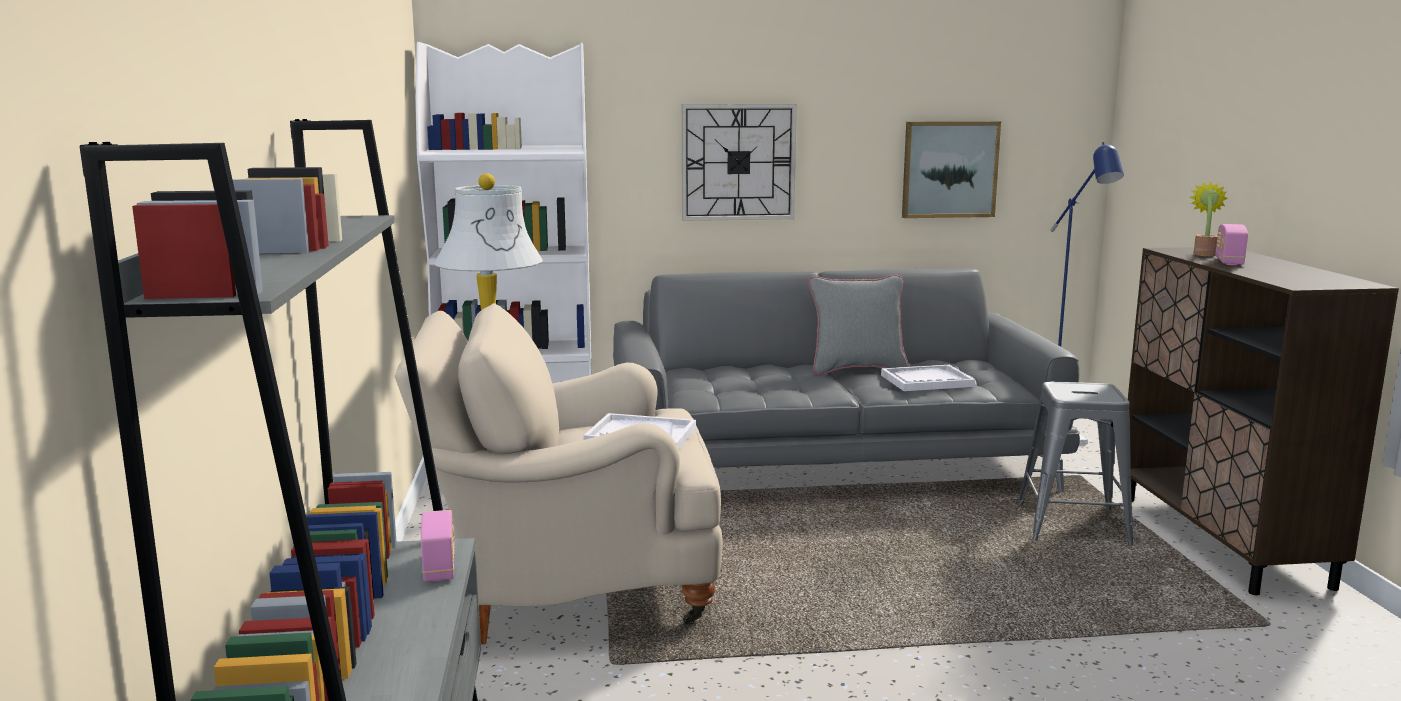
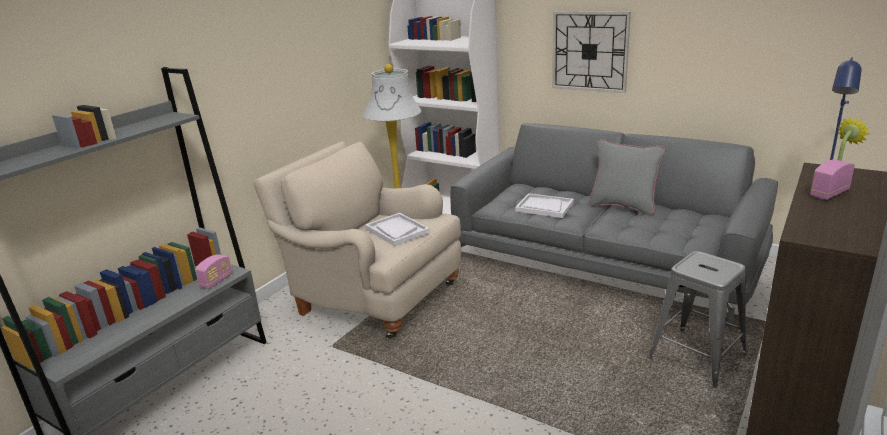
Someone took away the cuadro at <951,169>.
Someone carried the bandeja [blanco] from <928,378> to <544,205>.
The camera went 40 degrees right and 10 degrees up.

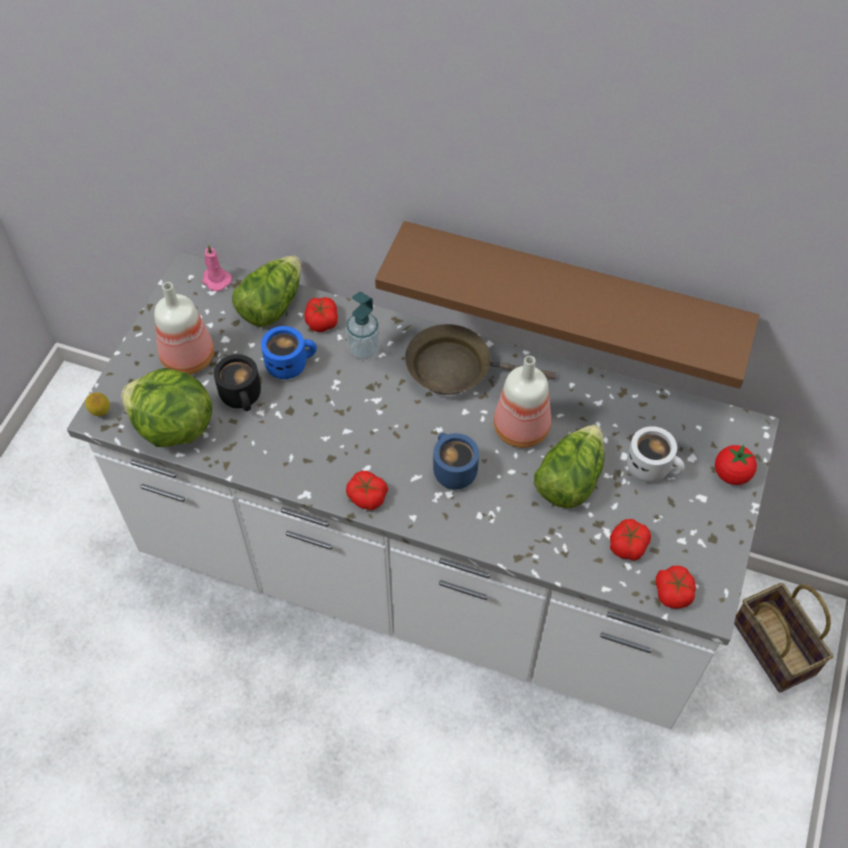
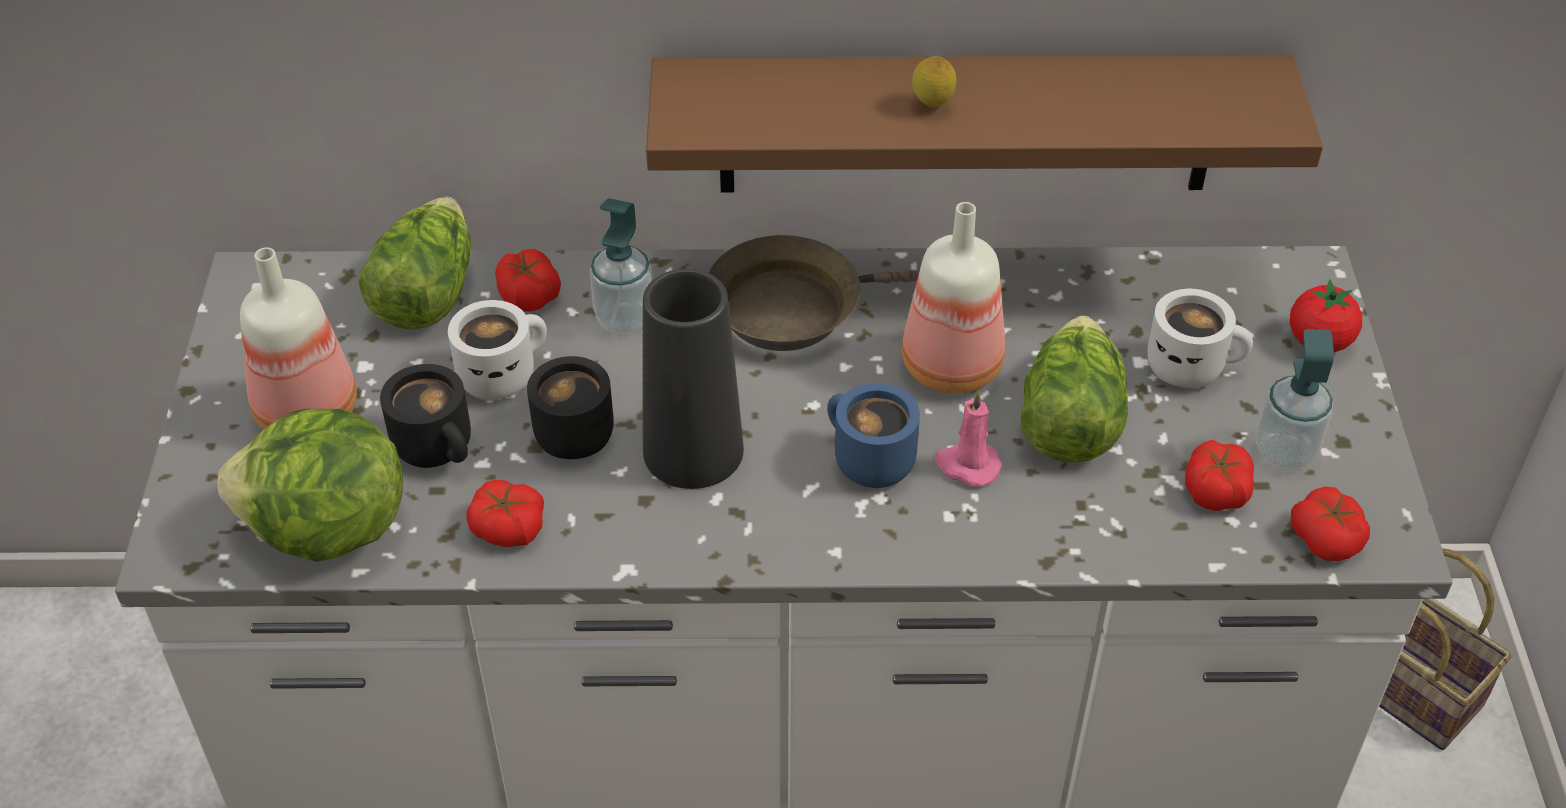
Someone put down the taza grande [negro] at <570,407>.
Someone put down the florero [negro] at <693,379>.
Someone put down the dispensador de jabón at <1295,399>.
Someone carried the limón from <97,404> to <934,82>.
Someone carried the vela [rosa] from <217,267> to <968,438>.
Someone carried the tomate from <367,490> to <505,513>.
Someone repainted the taza grande [azul] at <289,352>, which became the taza grande [blanco] at <497,350>.
The camera went 20 degrees left and 10 degrees down.

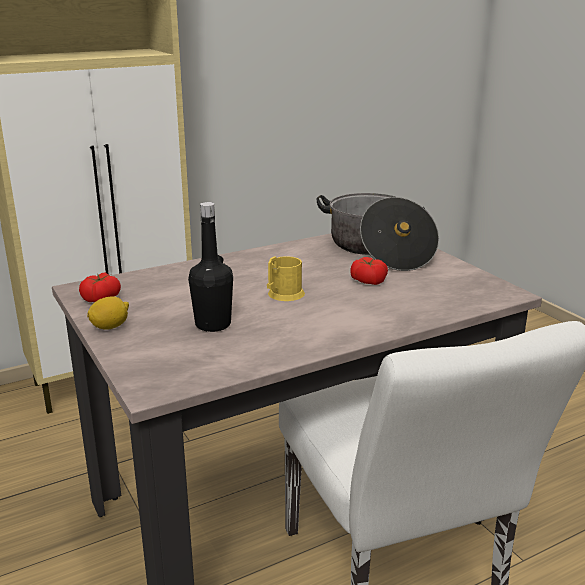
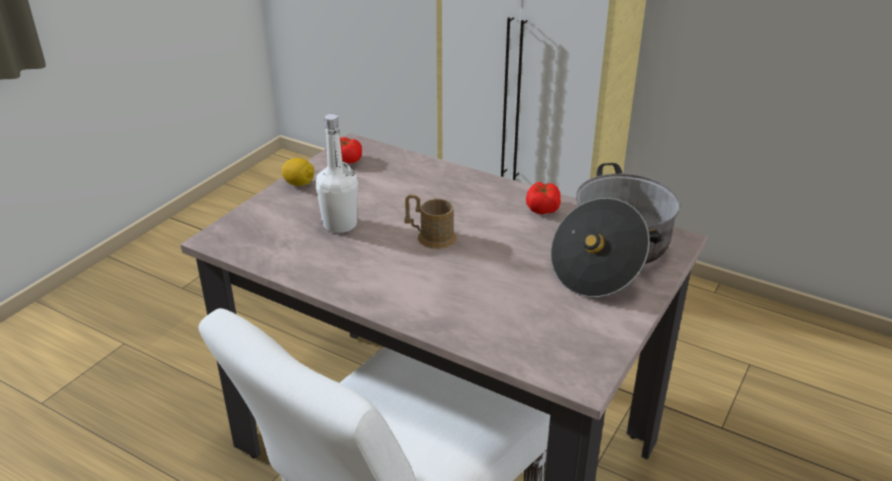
Someone carried the tomate from <369,271> to <543,198>.
Someone repainted the botella [negro] at <210,267>, which became the botella [blanco] at <336,173>.
Someone repainted the taza grande [amarillo] at <286,278>, which became the taza grande [marrón] at <430,222>.
The camera went 60 degrees right and 10 degrees up.

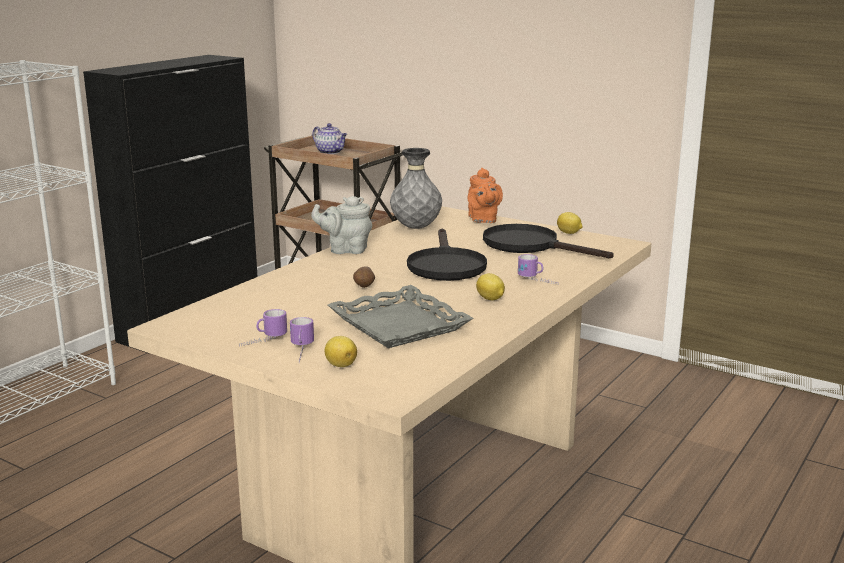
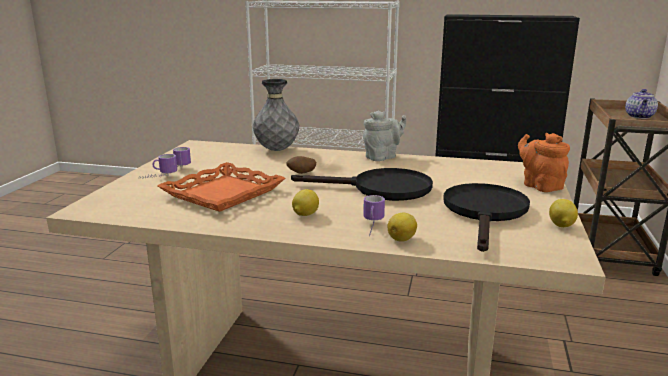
Someone carried the limón from <341,351> to <402,227>.
Someone carried the florero [gris] from <416,188> to <276,115>.
Someone repainted the bandeja [gris] at <401,316>, which became the bandeja [naranja] at <222,187>.
Someone rotated the tetera [gris] at <341,225> by 75 degrees clockwise.
Someone rotated the sartén [negro] at <447,254> by 150 degrees counterclockwise.
Someone rotated the tetera [naranja] at <485,195> by 90 degrees clockwise.
The camera went 70 degrees right and 0 degrees up.

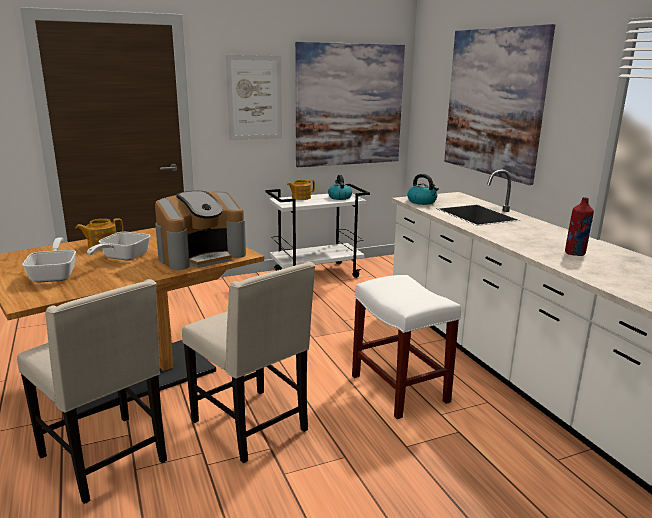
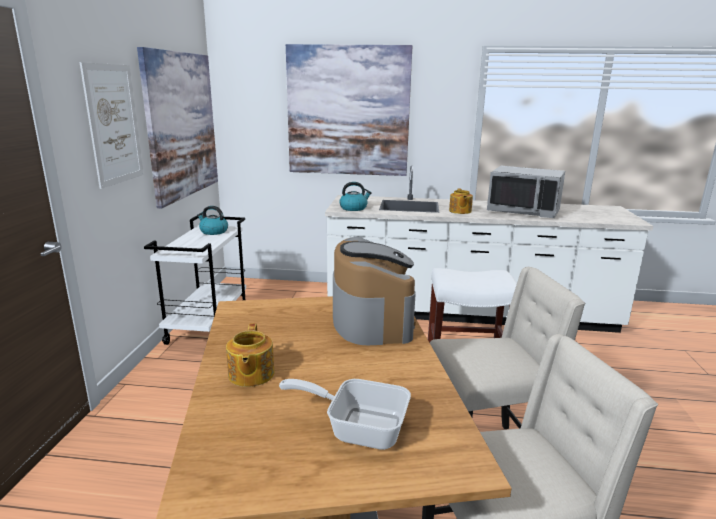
Someone took away the sartén at <118,246>.
Someone carried the tetera from <301,190> to <461,201>.
Someone swapped the botella [rojo] at <579,226> for the microondas [gris] at <526,192>.
The camera went 60 degrees left and 0 degrees up.

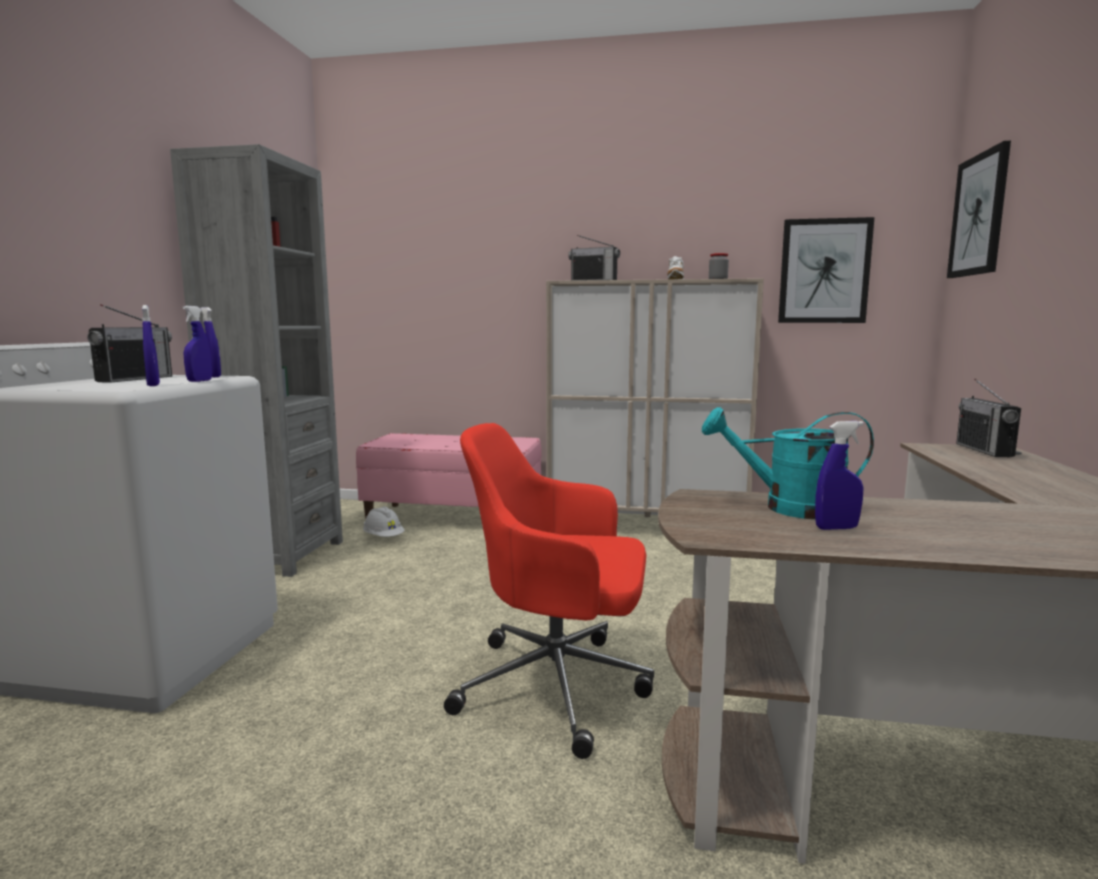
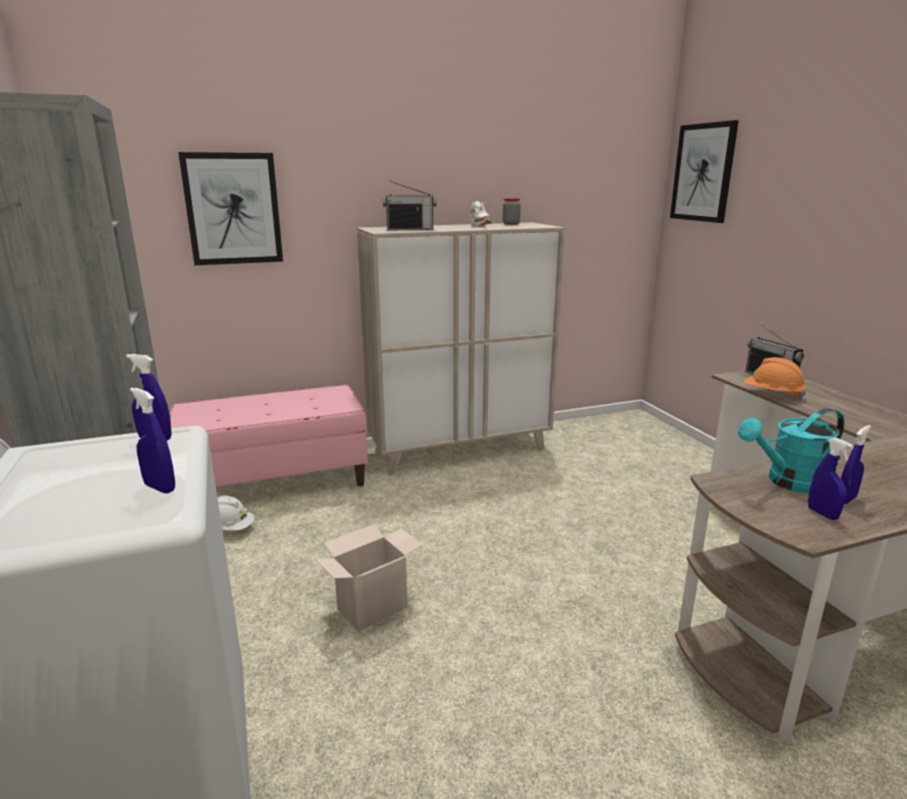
Someone took away the radio at <129,343>.
Someone took away the silla de oficina [rojo] at <549,591>.
Someone put down the caja de cartón at <368,578>.
Someone put down the casco [naranja] at <775,378>.
Someone carried the pulverizador [azul] from <197,344> to <831,478>.
Someone carried the cuadro from <826,270> to <230,208>.
The camera went 30 degrees left and 10 degrees up.

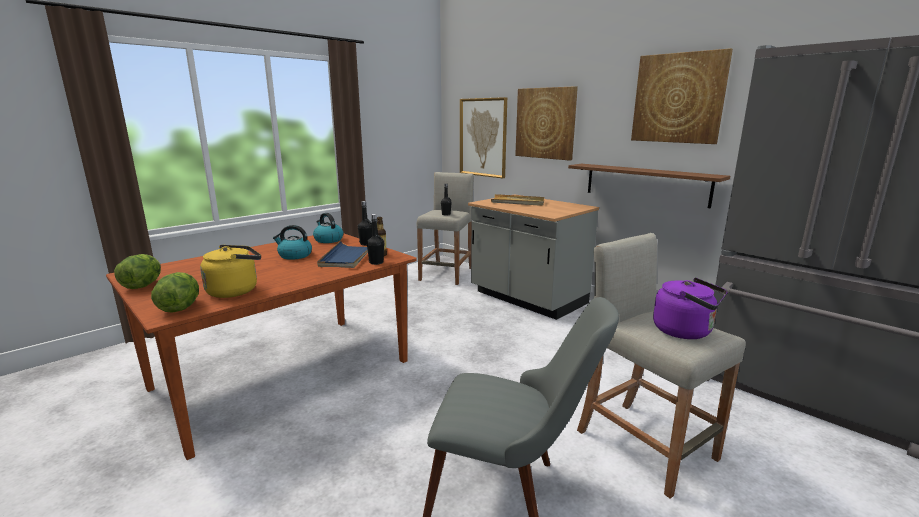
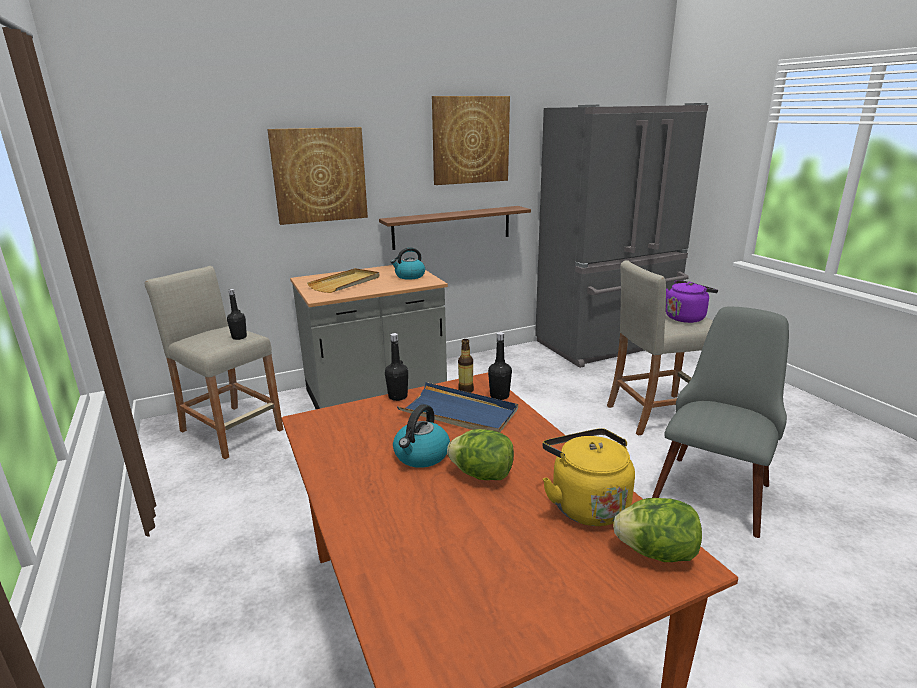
Someone took away the cuadro at <483,137>.
Someone carried the lechuga from <137,271> to <480,454>.
Someone carried the hervidor from <328,228> to <408,263>.
The camera went 70 degrees left and 5 degrees up.

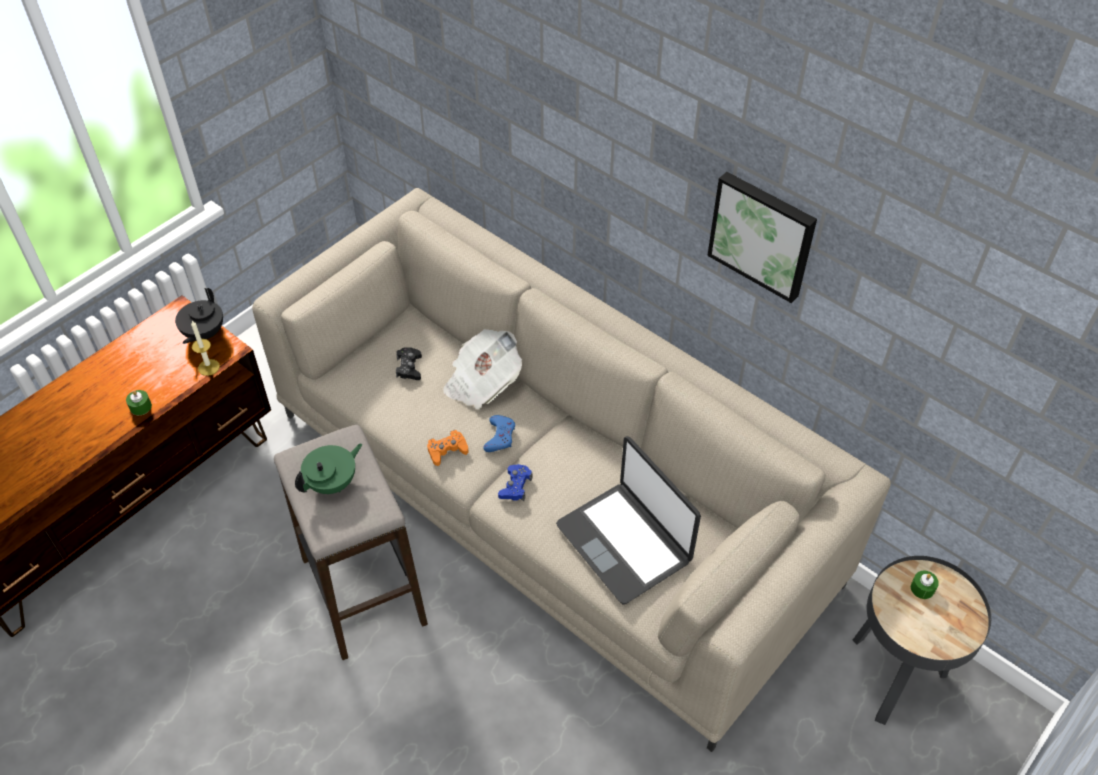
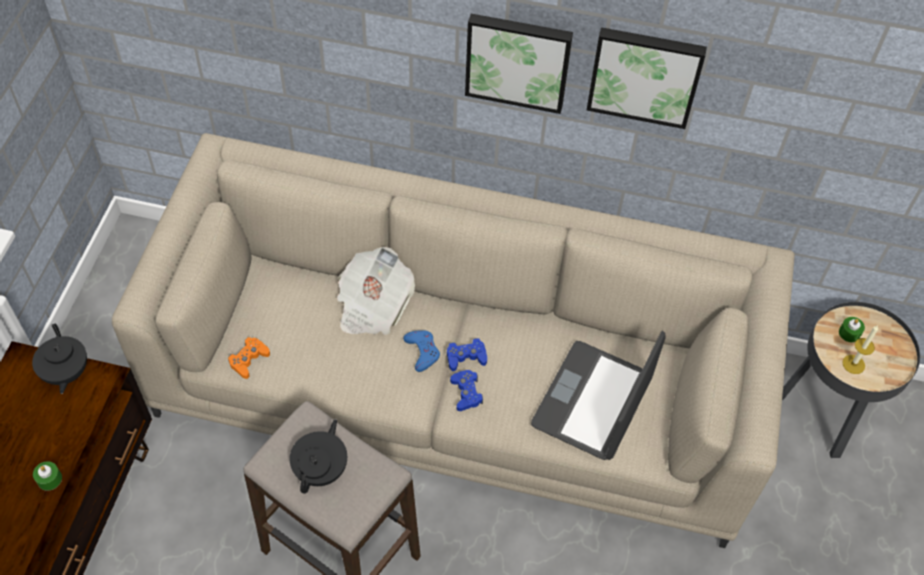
Someone took away the mando de consola [negro] at <409,363>.
Someone put down the mando de consola [azul] at <467,354>.
Someone put up the cuadro at <519,64>.
Someone carried the vela from <205,348> to <860,349>.
Someone carried the mando de consola [naranja] from <447,448> to <249,358>.
Someone repainted the tetera [verde] at <328,468>, which became the tetera [negro] at <318,456>.
Someone rotated the portátil at <628,520> by 90 degrees clockwise.
The camera went 30 degrees left and 5 degrees up.

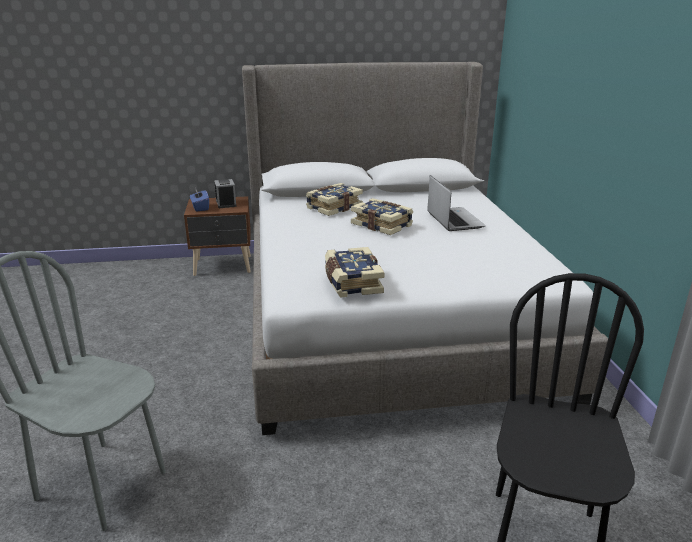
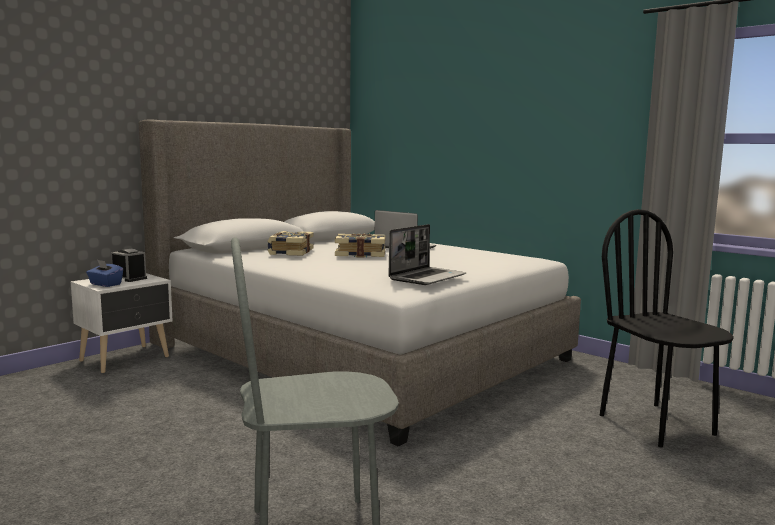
Someone swapped the libro at <355,272> for the portátil at <427,254>.
Someone repainted the mesita de noche [marrón] at <217,236>, which became the mesita de noche [blanco] at <122,323>.
The camera went 40 degrees left and 15 degrees down.

